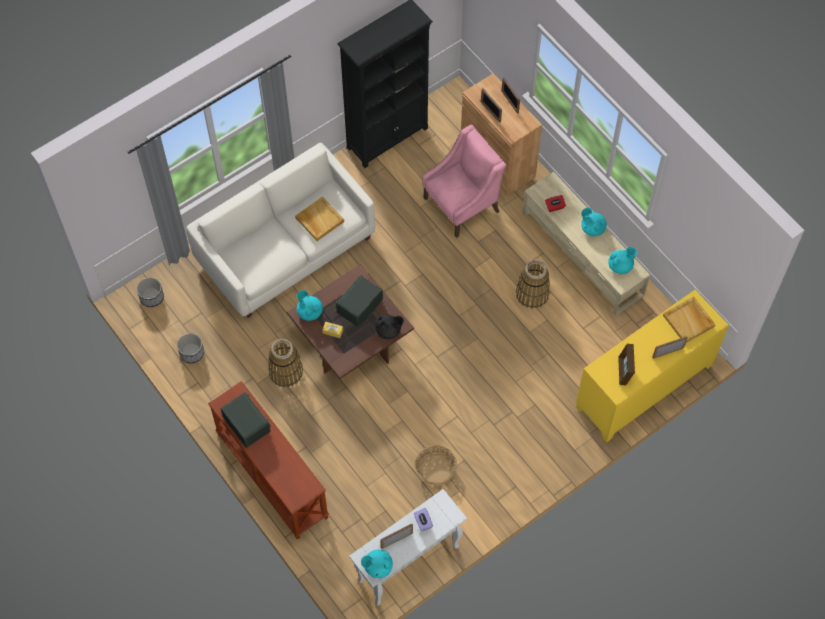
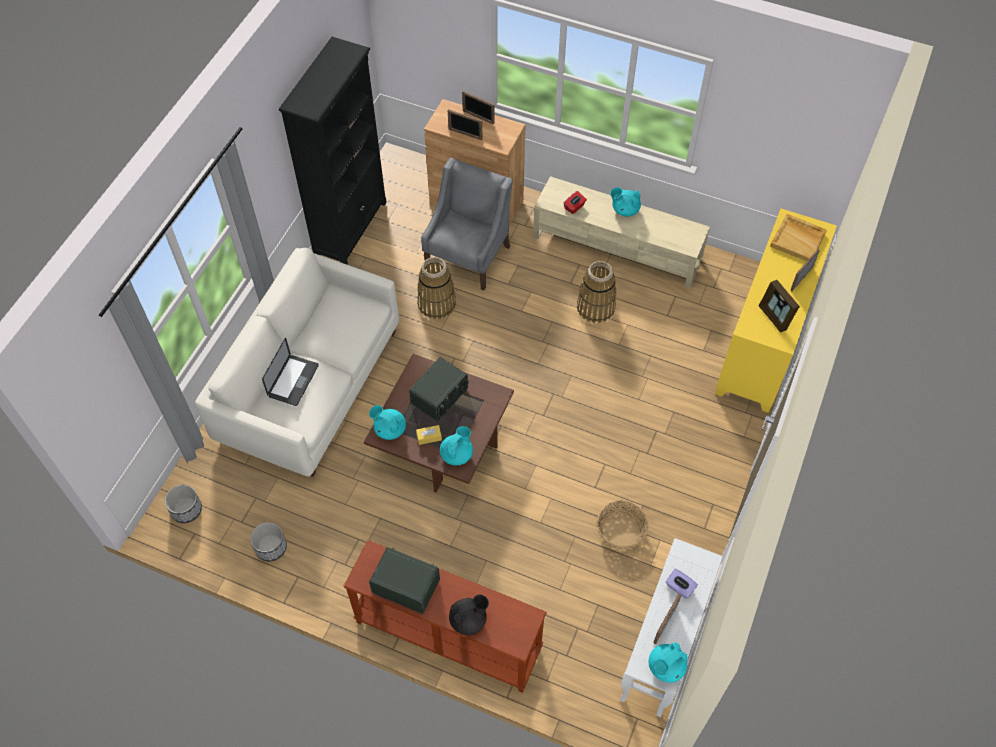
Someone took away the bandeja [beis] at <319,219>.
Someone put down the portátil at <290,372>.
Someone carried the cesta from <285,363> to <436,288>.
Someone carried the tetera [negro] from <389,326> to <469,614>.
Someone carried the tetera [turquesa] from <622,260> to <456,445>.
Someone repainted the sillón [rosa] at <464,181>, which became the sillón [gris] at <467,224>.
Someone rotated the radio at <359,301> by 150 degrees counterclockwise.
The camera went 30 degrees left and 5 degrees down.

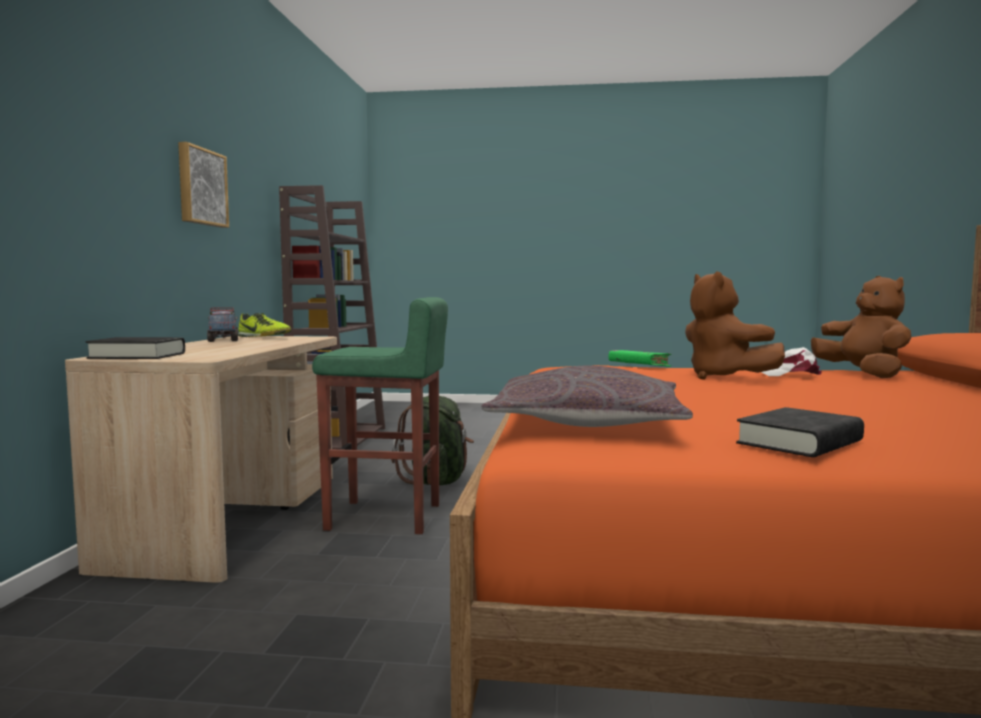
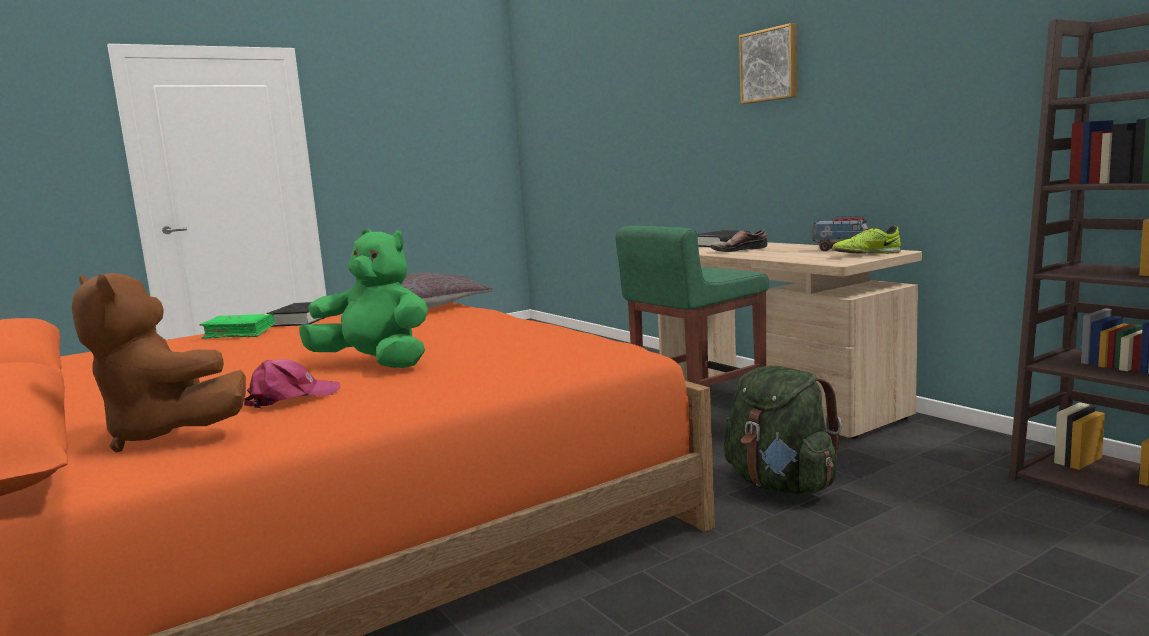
Someone put down the zapato at <739,240>.
Someone carried the cuadro from <203,185> to <768,63>.
Someone carried the libro [verde] from <639,358> to <237,326>.
Someone repainted the peluche [marrón] at <735,325>, which became the peluche [verde] at <363,298>.
Someone repainted the gorra [blanco] at <792,361>, which became the gorra [rosa] at <292,383>.
The camera went 140 degrees right and 5 degrees up.

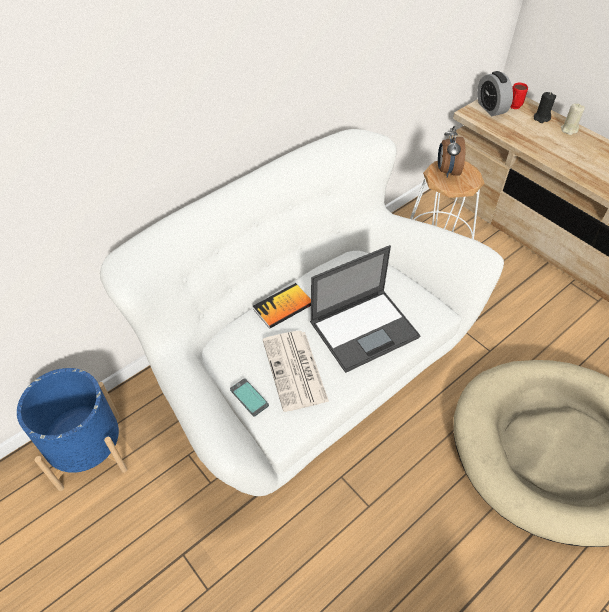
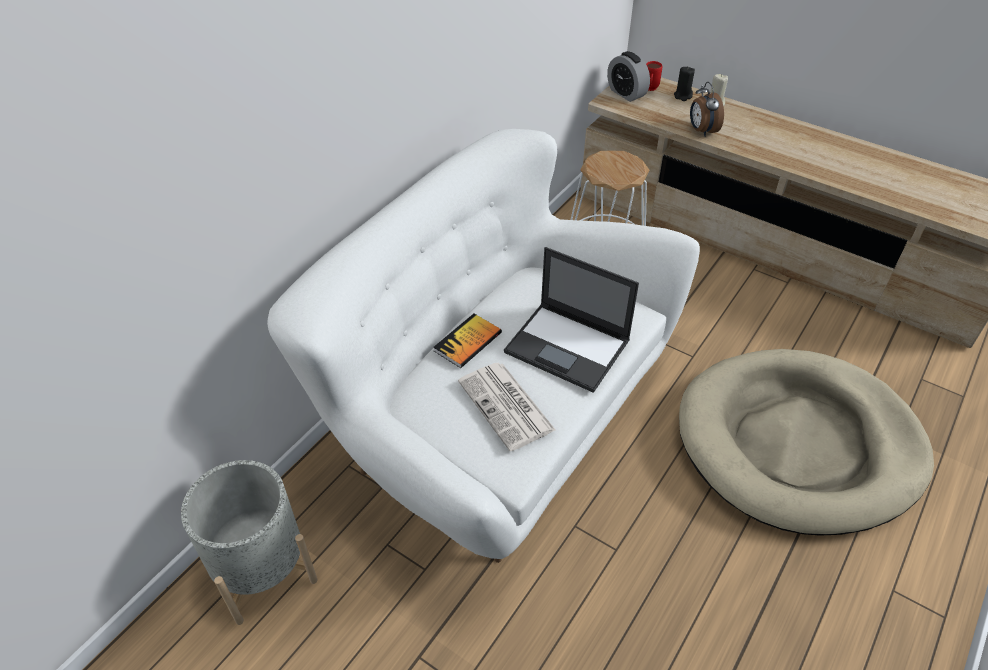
Someone took away the móvil at <249,397>.
Someone carried the despertador from <451,152> to <707,109>.
Someone repainted the maceta [azul] at <72,429>, which became the maceta [gris] at <249,542>.
Someone rotated the portátil at <365,309> by 75 degrees clockwise.
The camera went 15 degrees left and 5 degrees down.

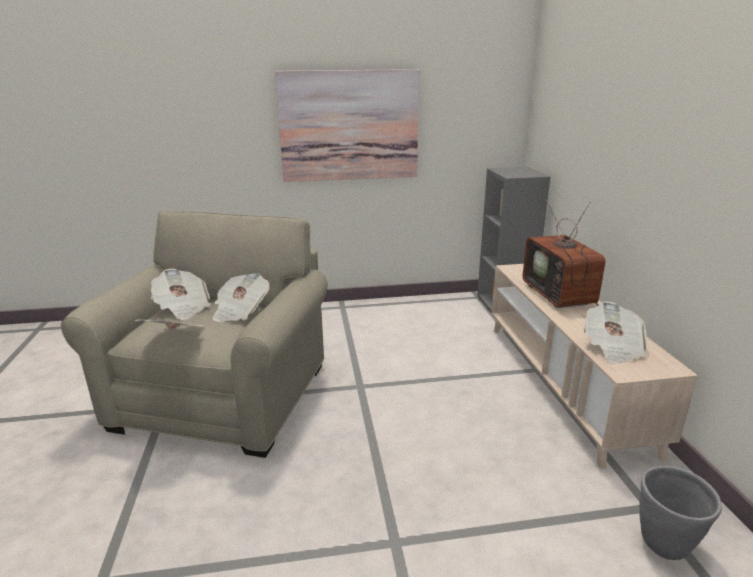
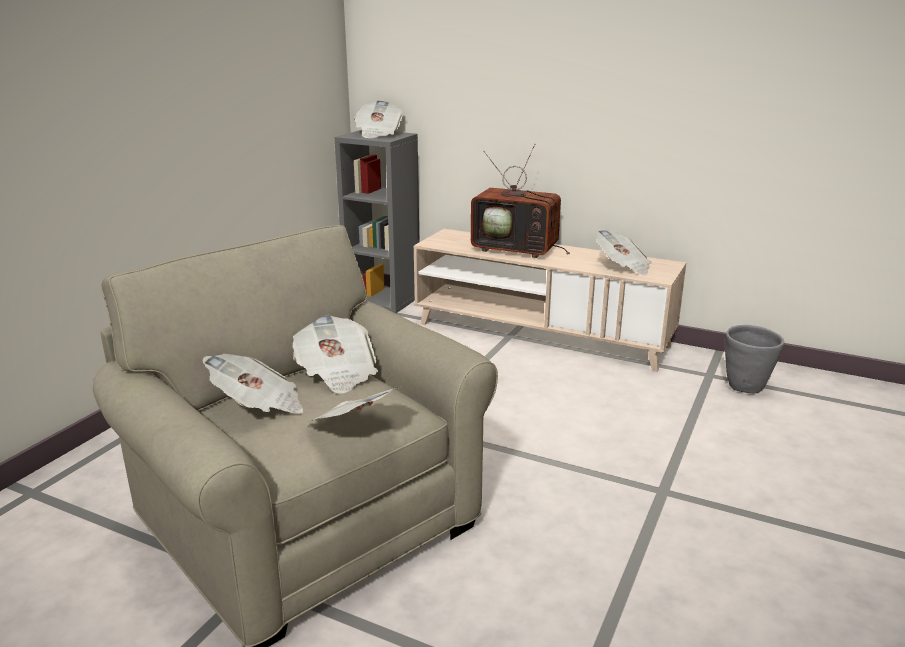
Someone took away the cuadro at <347,125>.
Someone put down the periódico at <379,119>.
The camera went 55 degrees left and 0 degrees up.

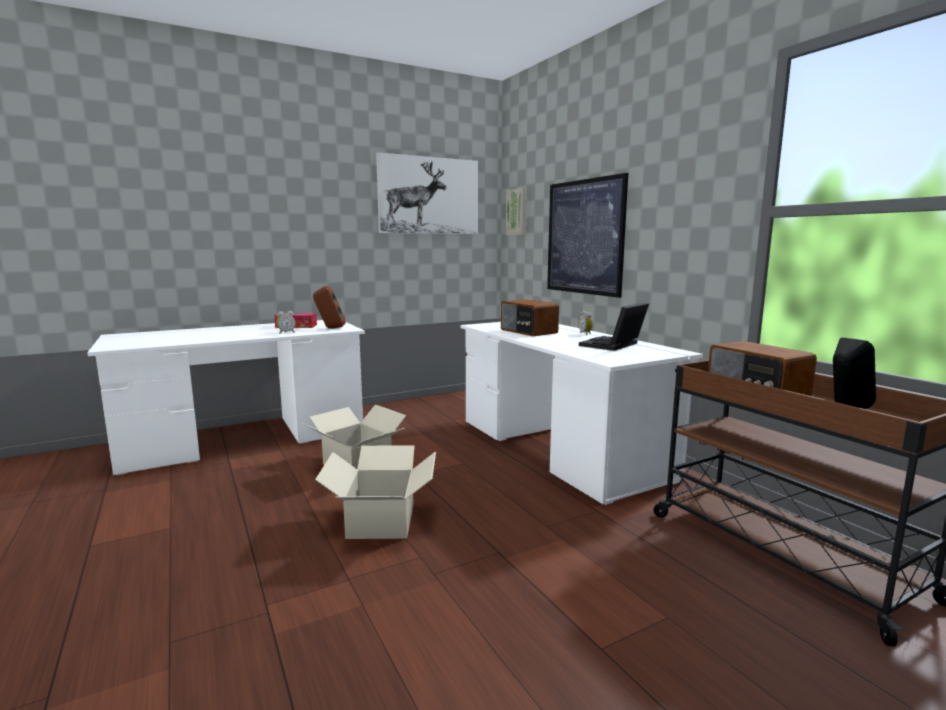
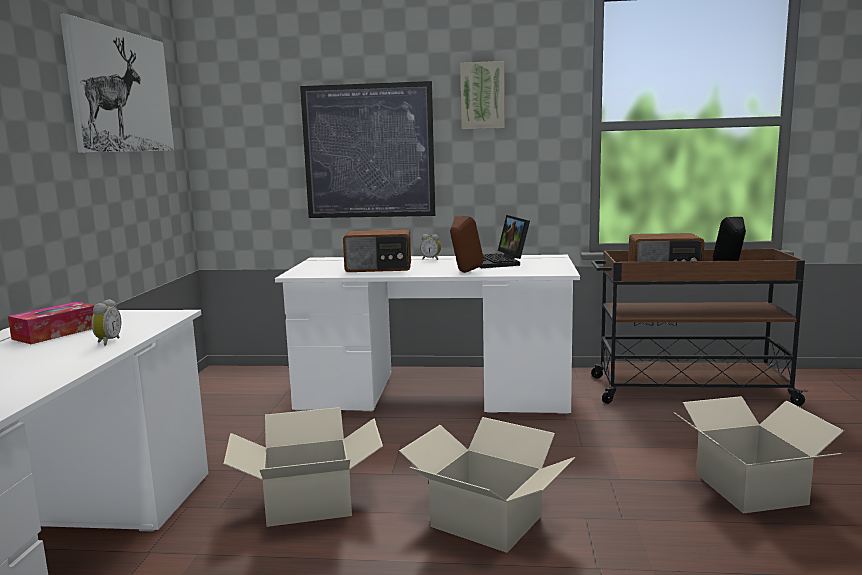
Someone put down the caja de cartón at <758,455>.
Someone carried the altavoz [marrón] from <329,307> to <467,244>.
Someone carried the cuadro from <516,211> to <482,95>.
The camera went 55 degrees left and 0 degrees up.

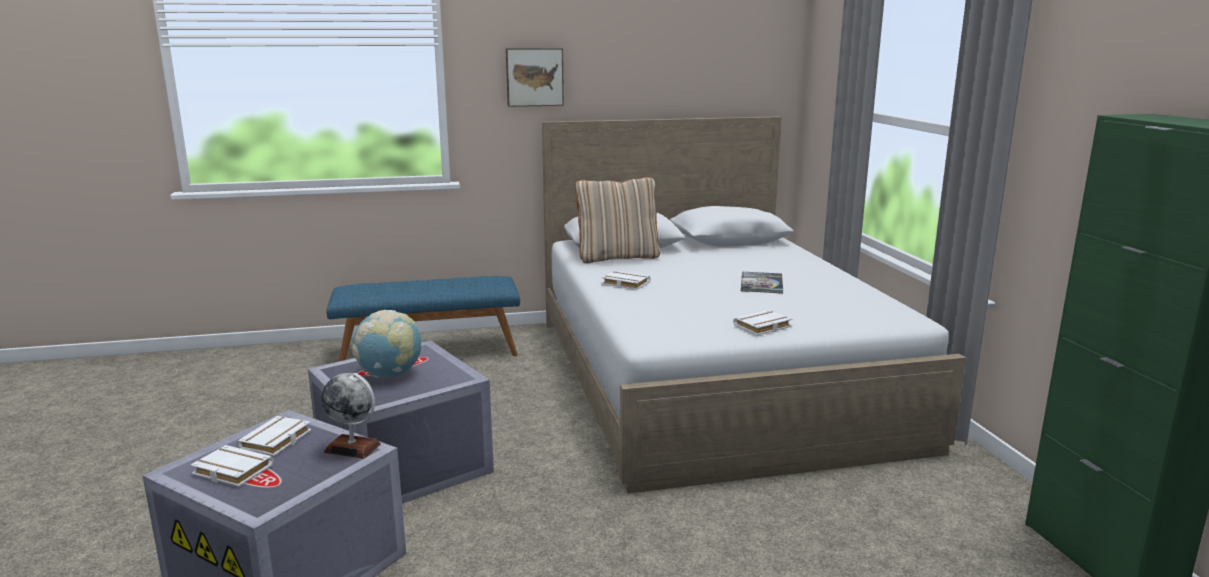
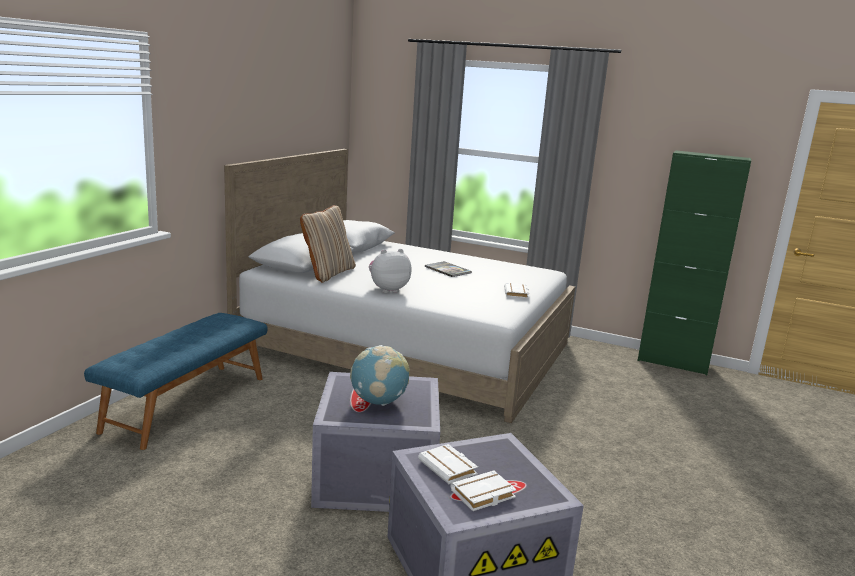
Someone took away the globo terráqueo at <351,416>.
Someone took away the cuadro at <535,77>.
Someone swapped the libro [blanco] at <625,280> for the peluche at <390,271>.
The camera went 55 degrees left and 0 degrees up.

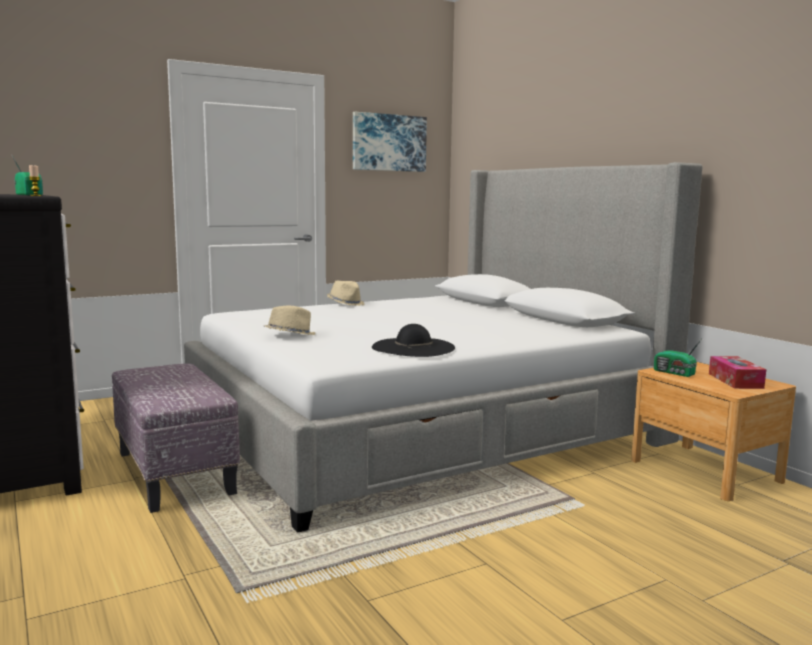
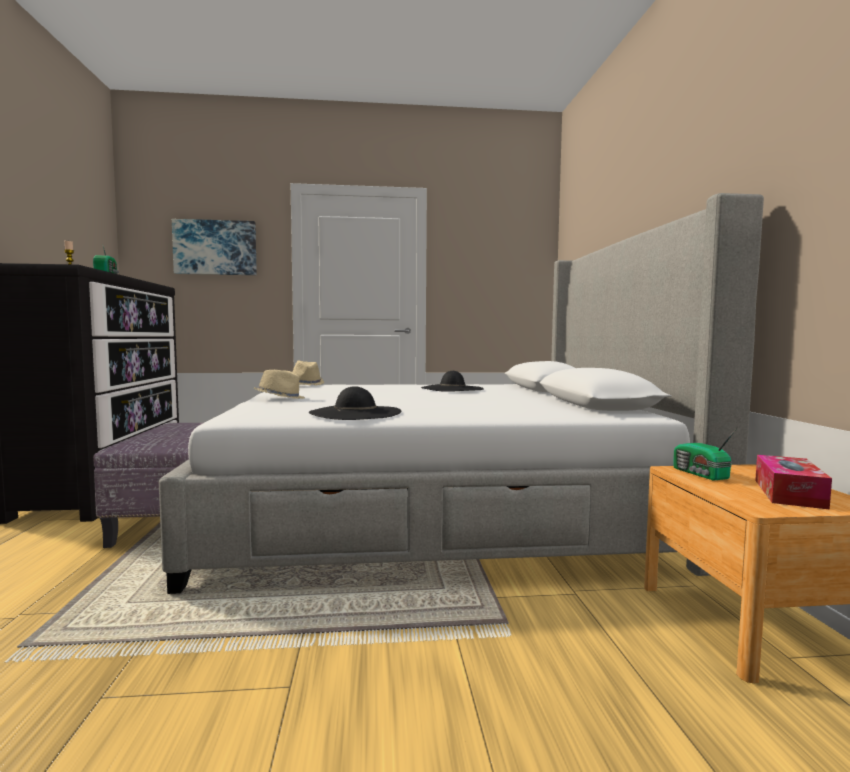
Someone put down the sombrero [negro] at <452,381>.
Someone carried the sombrero [beis] from <346,293> to <308,373>.
Someone carried the cuadro from <390,142> to <214,247>.
The camera went 25 degrees right and 5 degrees down.

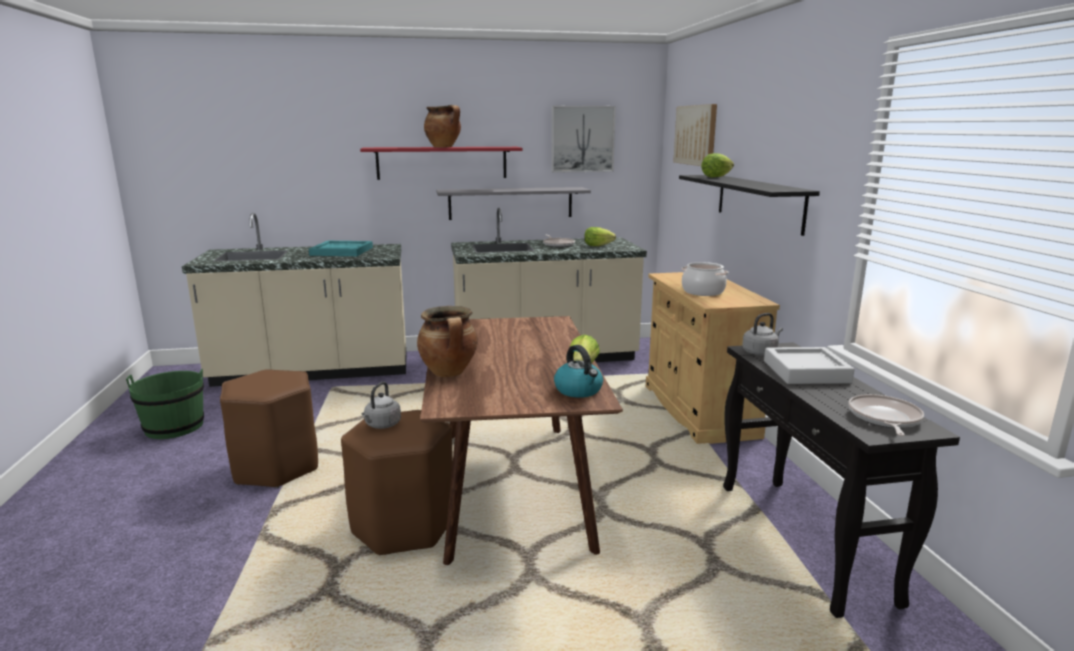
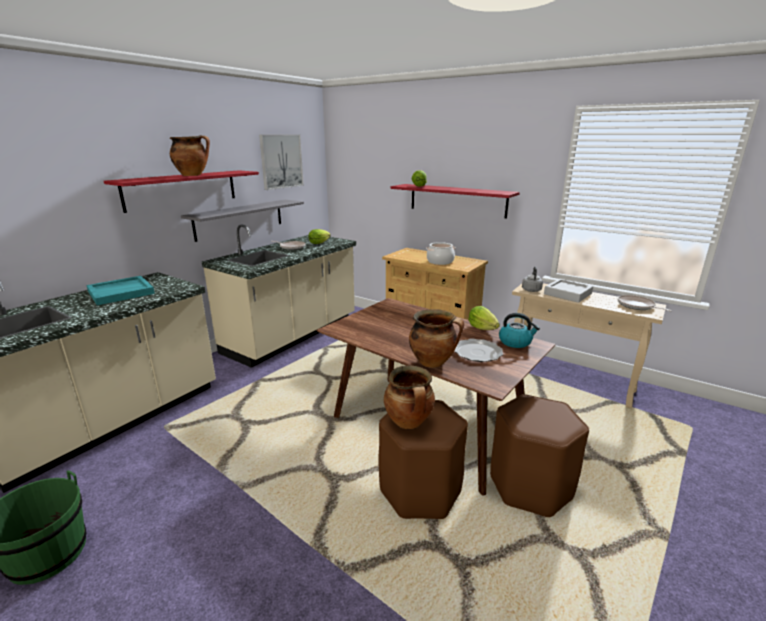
Someone took away the cuadro at <695,135>.
Someone put down the plato at <478,350>.
Someone carried the taburete [marrón] from <269,428> to <539,455>.
Someone swapped the hervidor [gris] at <381,405> for the olla at <409,397>.
Someone repainted the estante [negro] at <749,205>, which became the estante [rojo] at <455,201>.
Someone repainted the mesa consola [negro] at <841,480>, which became the mesa consola [beis] at <589,346>.
The camera went 45 degrees left and 5 degrees up.

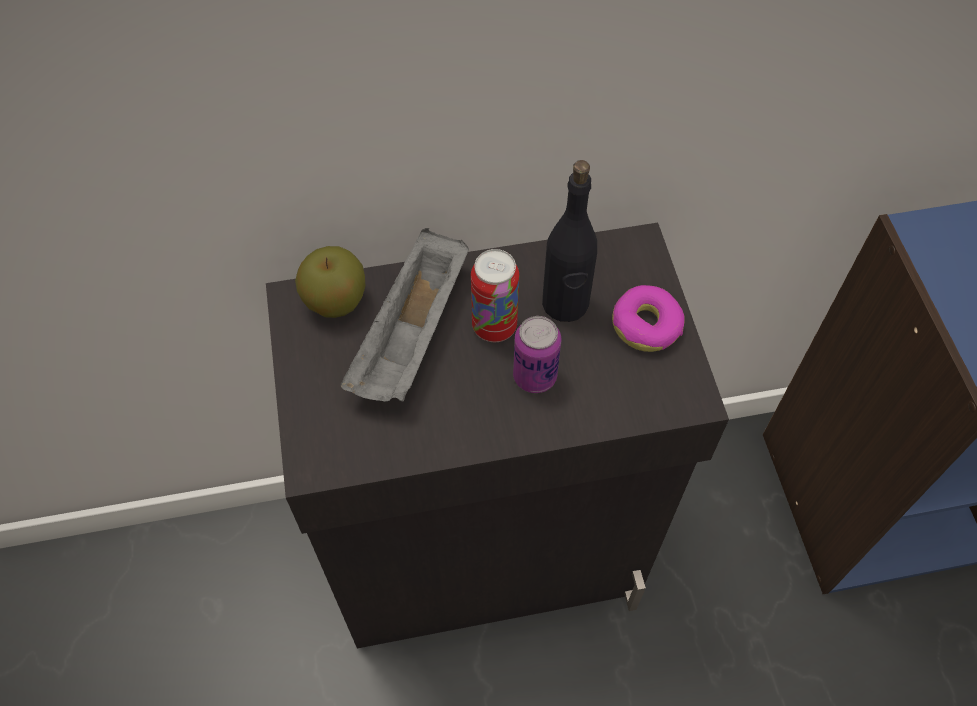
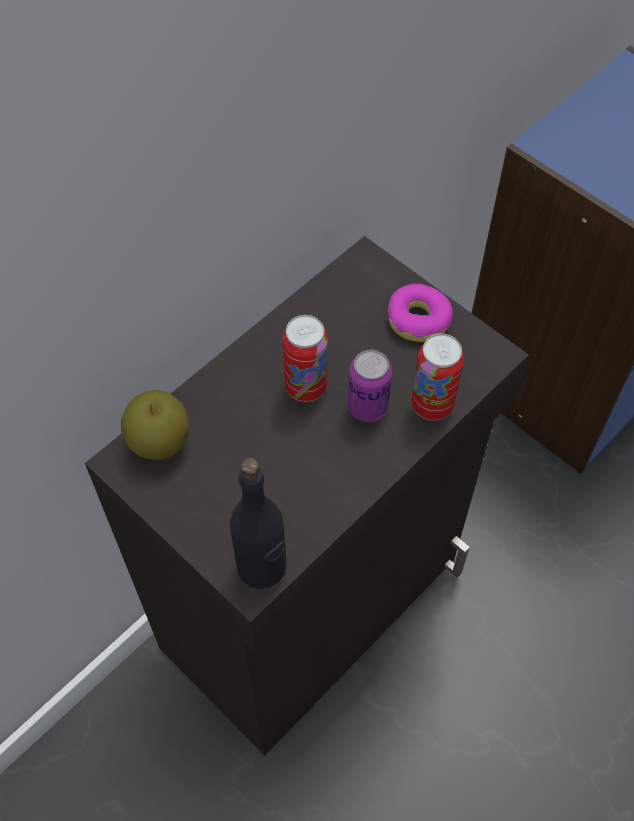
Someone took away the bandeja [gris] at <405,315>.
Someone put down the lata at <437,377>.
Someone carried the botella [negro] from <569,241> to <258,523>.
The camera went 35 degrees left and 0 degrees up.

